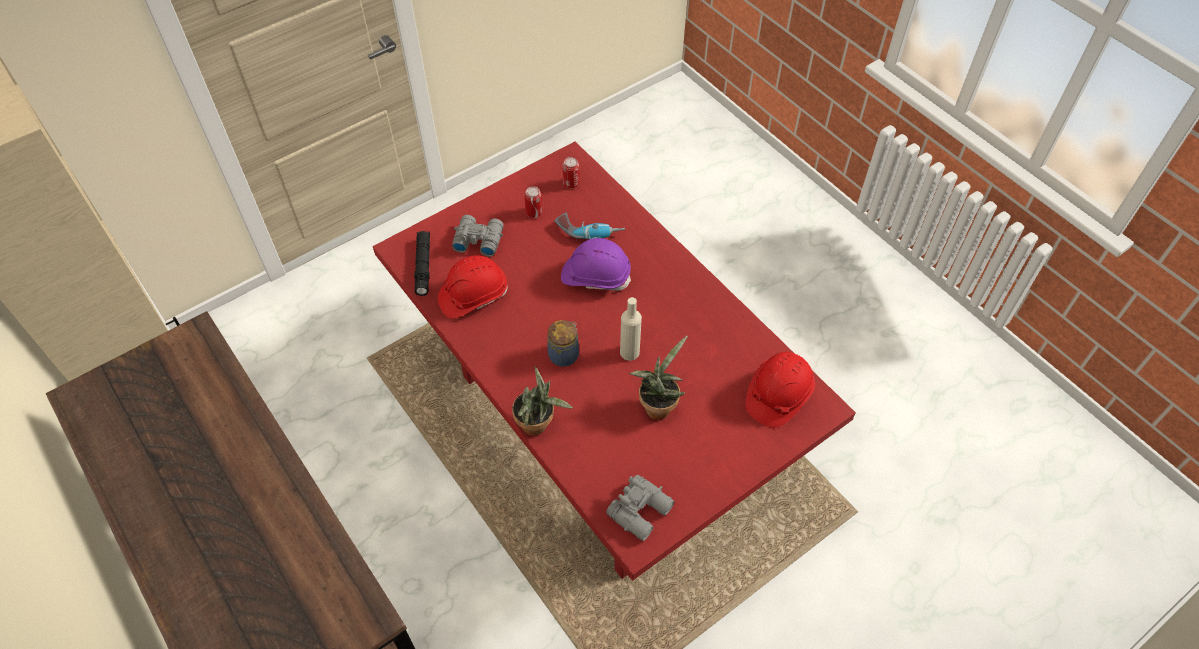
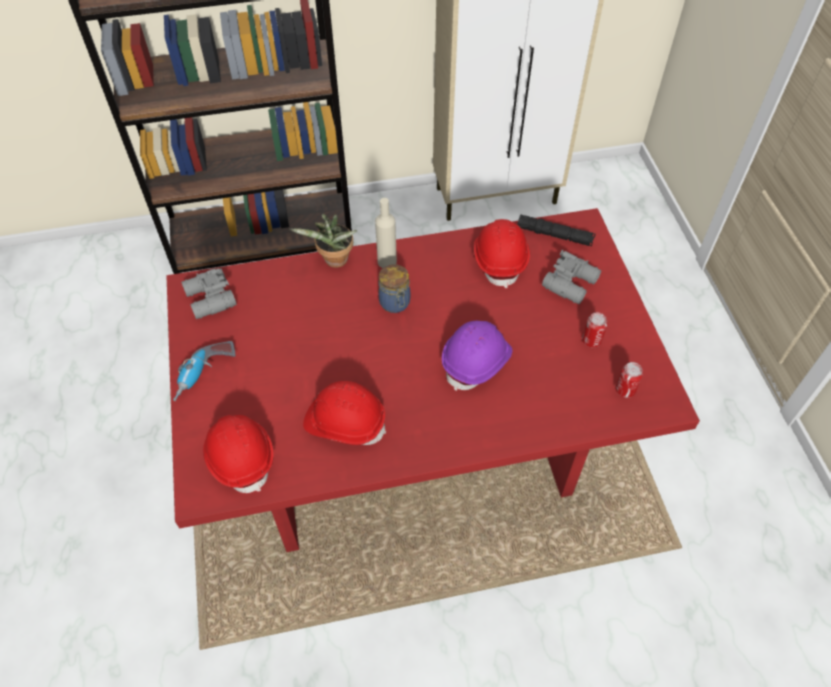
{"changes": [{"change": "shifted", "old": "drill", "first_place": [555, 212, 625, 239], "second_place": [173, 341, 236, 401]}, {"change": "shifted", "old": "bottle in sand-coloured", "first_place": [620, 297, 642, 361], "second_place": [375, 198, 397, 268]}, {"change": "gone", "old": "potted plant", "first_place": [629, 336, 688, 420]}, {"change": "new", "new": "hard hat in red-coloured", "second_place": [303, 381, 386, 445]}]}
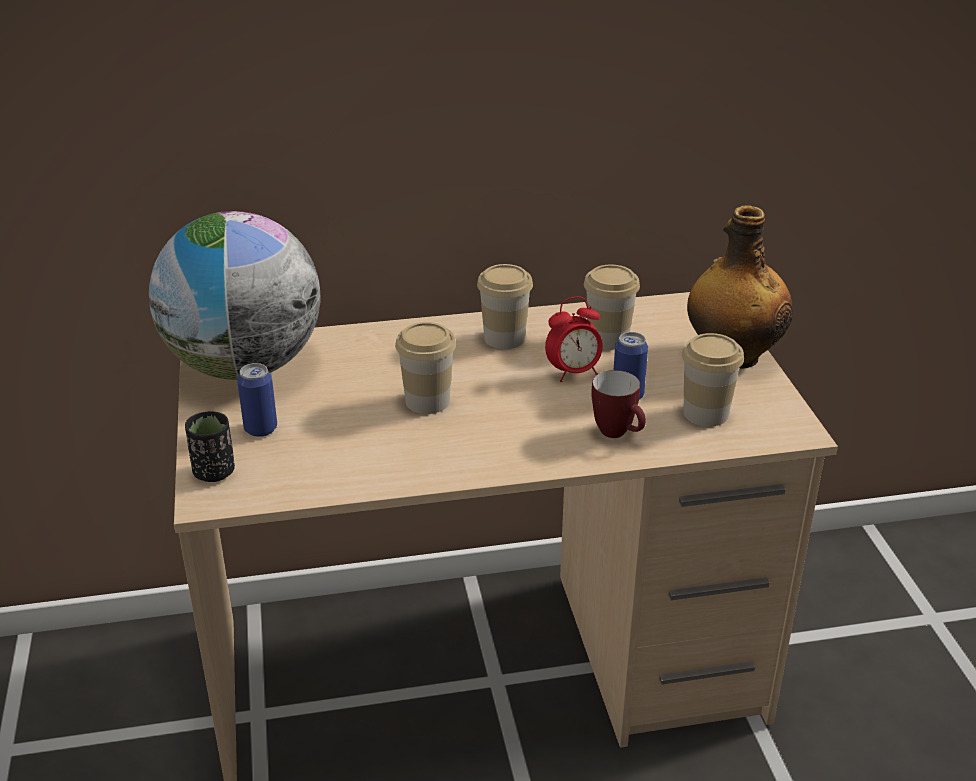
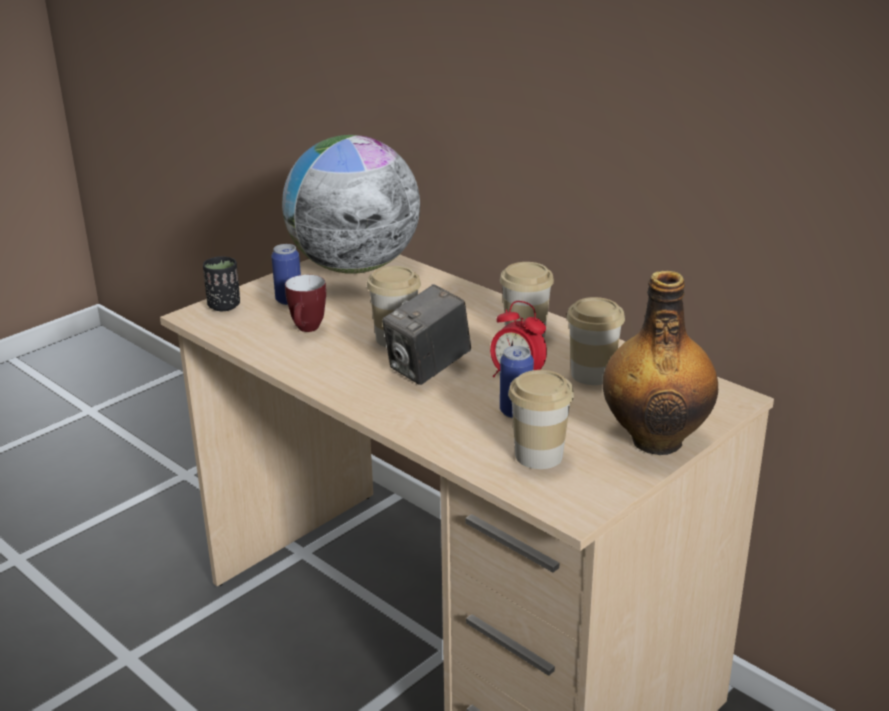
{"changes": [{"change": "shifted", "old": "mug", "first_place": [591, 370, 646, 438], "second_place": [285, 275, 326, 332]}, {"change": "new", "new": "still camera", "second_place": [382, 284, 471, 385]}]}
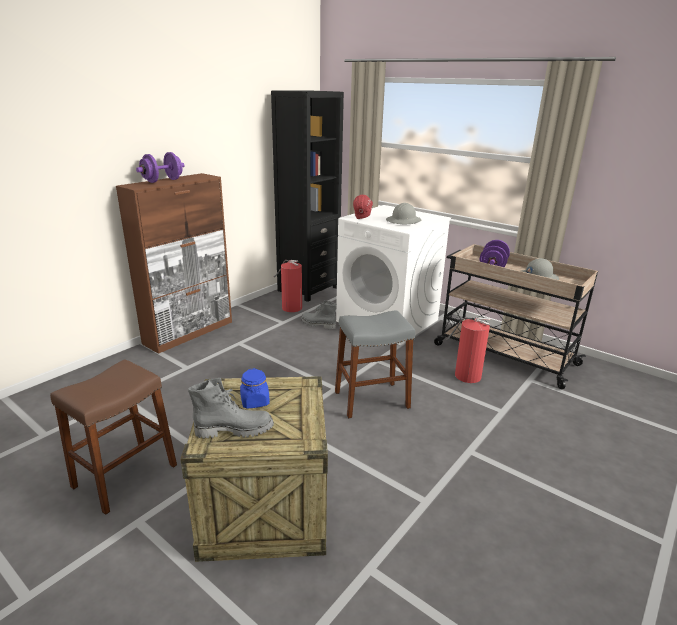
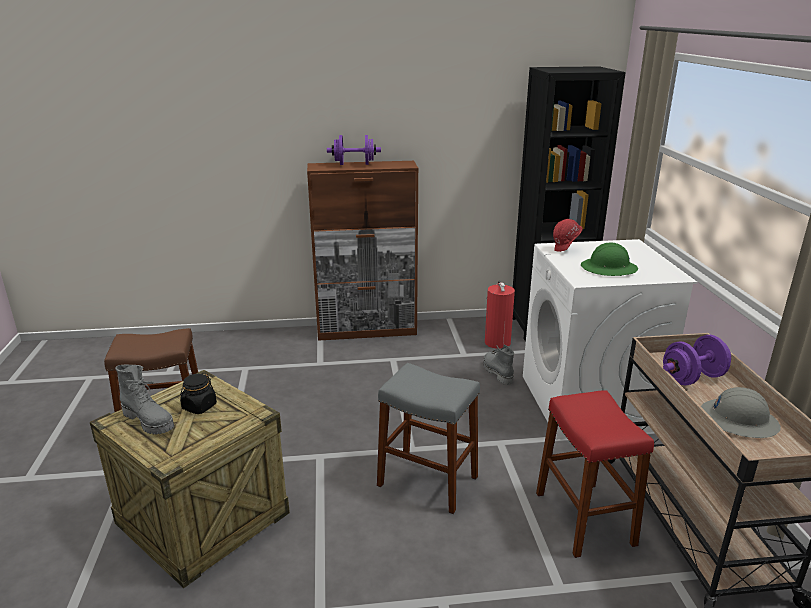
{"changes": [{"change": "repainted", "old": "storage jar in blue", "new": "storage jar in black-coloured", "first_place": [240, 368, 270, 409], "second_place": [180, 373, 217, 414]}, {"change": "repainted", "old": "hard hat in greyish", "new": "hard hat in greenish", "first_place": [386, 203, 421, 224], "second_place": [581, 242, 638, 276]}, {"change": "swapped", "old": "extinguisher", "new": "stool in red-coloured", "first_place": [446, 317, 490, 383], "second_place": [536, 391, 654, 558]}]}
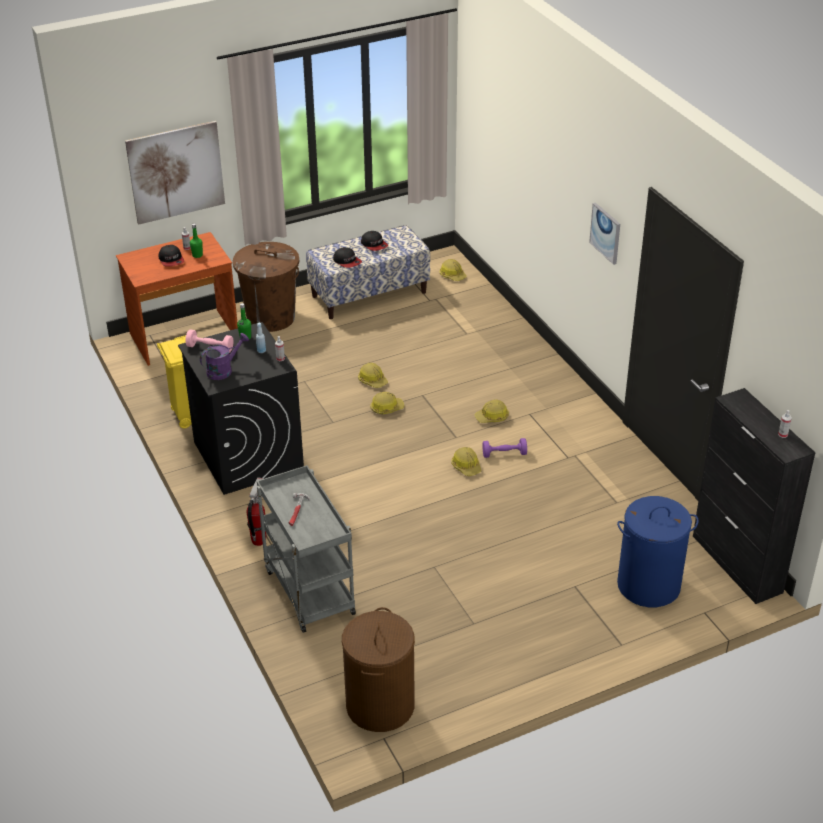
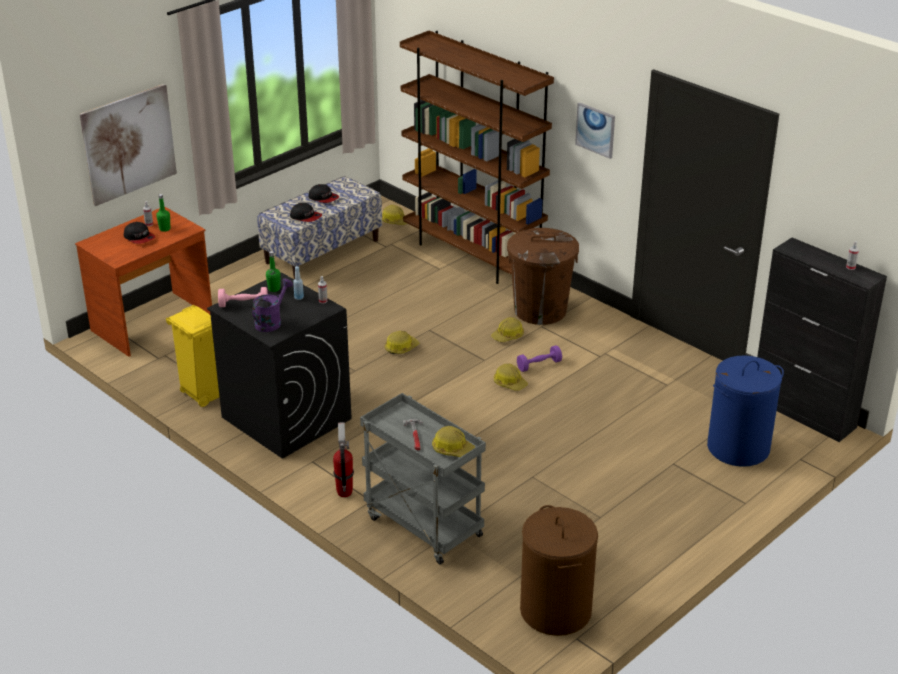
{"changes": [{"change": "shifted", "old": "waste bin in brown-coloured", "first_place": [233, 242, 299, 332], "second_place": [507, 228, 579, 325]}, {"change": "shifted", "old": "hard hat", "first_place": [358, 363, 388, 388], "second_place": [432, 426, 475, 457]}, {"change": "new", "new": "bookcase in brown-coloured", "second_place": [400, 30, 554, 284]}]}
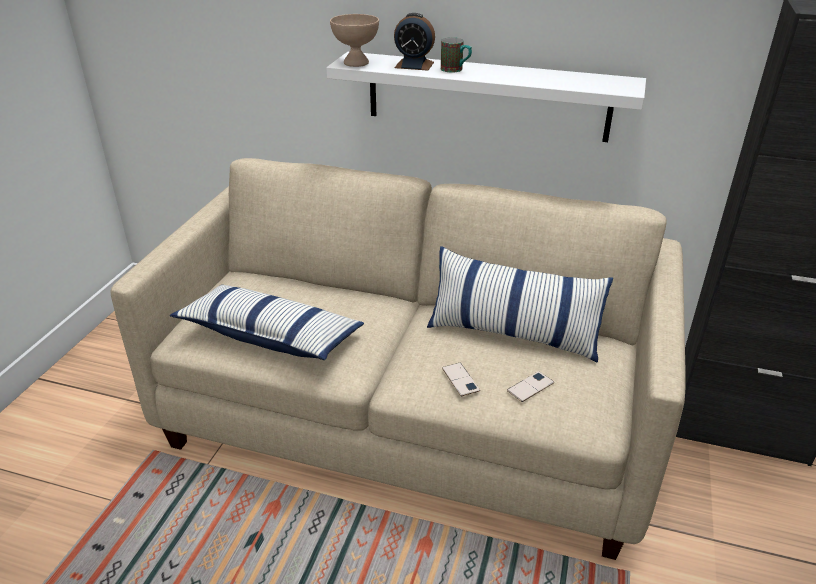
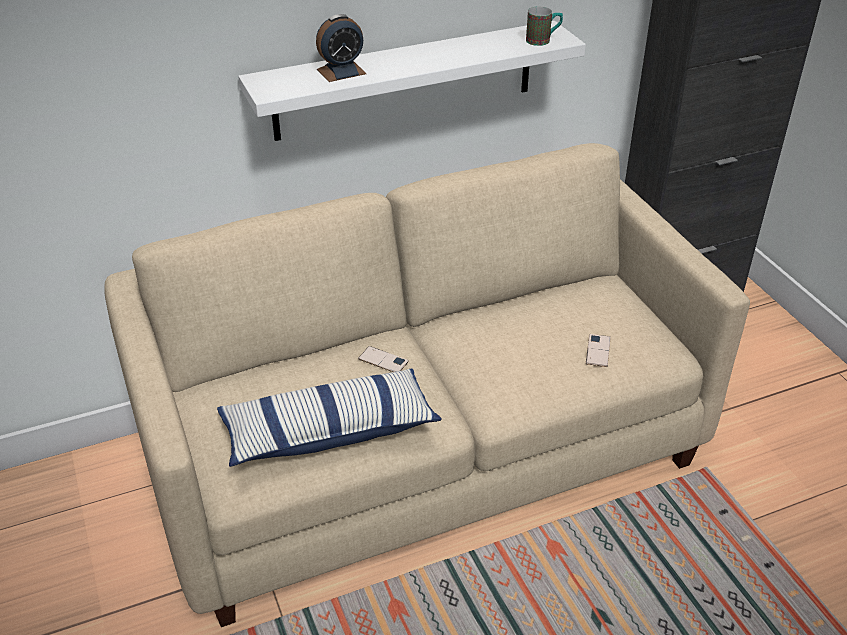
{"changes": [{"change": "gone", "old": "serving bowl in sand-coloured", "first_place": [330, 14, 379, 67]}, {"change": "gone", "old": "throw pillow", "first_place": [427, 246, 613, 362]}, {"change": "shifted", "old": "mug", "first_place": [441, 37, 472, 73], "second_place": [526, 6, 563, 46]}, {"change": "shifted", "old": "telephone", "first_place": [442, 363, 480, 396], "second_place": [358, 346, 409, 372]}]}
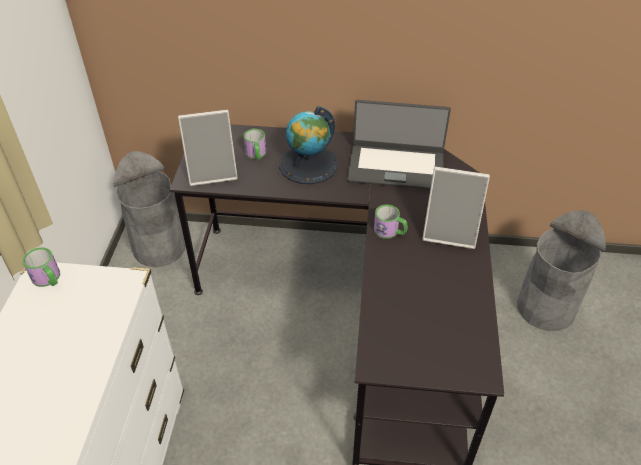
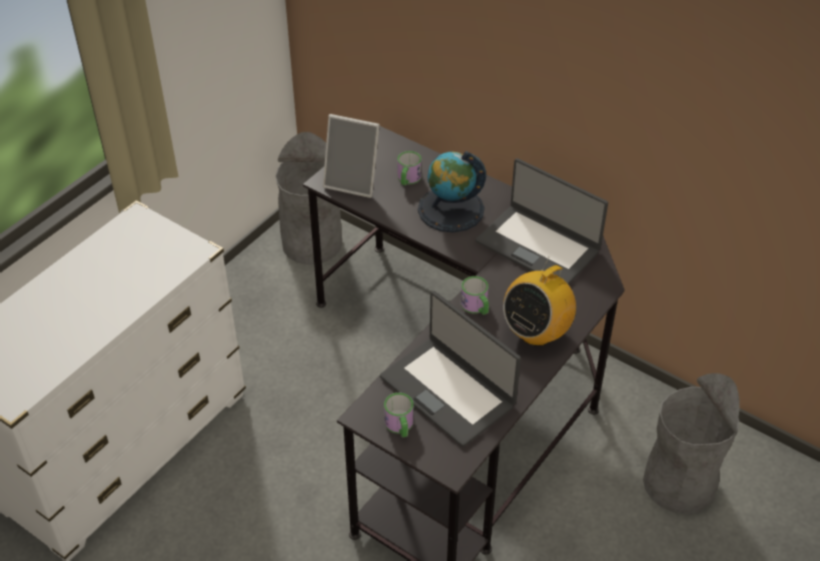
{"changes": [{"change": "shifted", "old": "mug", "first_place": [23, 247, 60, 287], "second_place": [384, 393, 414, 437]}, {"change": "swapped", "old": "standing frame", "new": "radio", "first_place": [422, 167, 490, 249], "second_place": [503, 257, 576, 346]}, {"change": "new", "new": "portable computer", "second_place": [380, 291, 521, 447]}]}
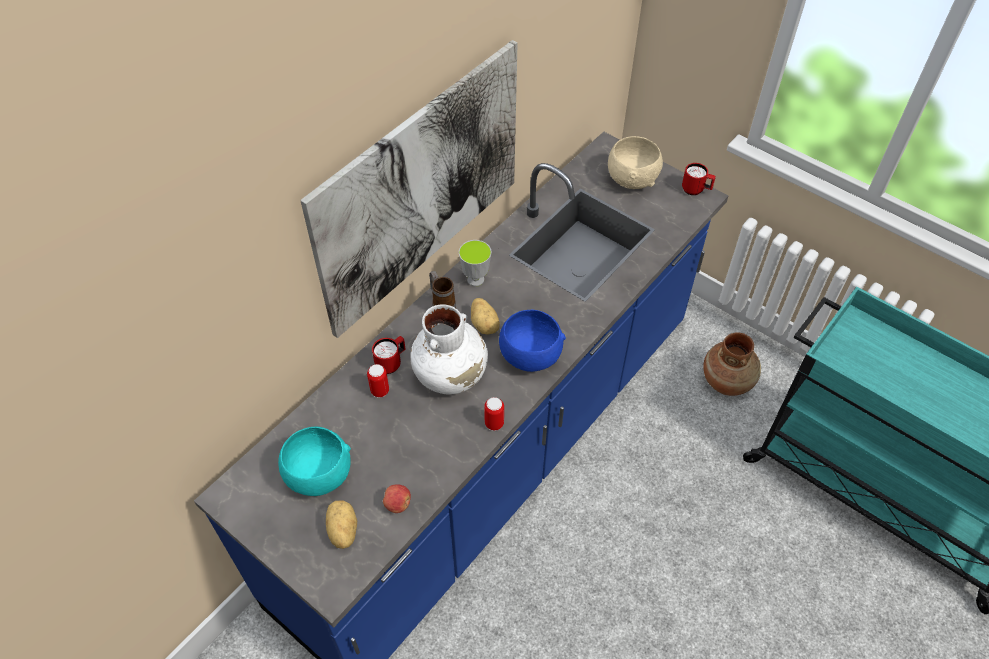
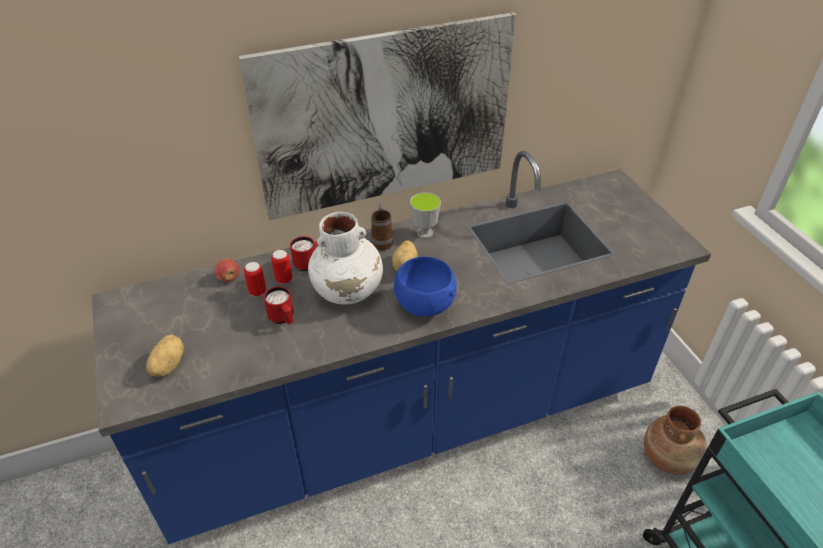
{"changes": [{"change": "gone", "old": "serving bowl in turquoise", "first_place": [278, 426, 351, 496]}, {"change": "shifted", "old": "apple fruit", "first_place": [383, 484, 411, 513], "second_place": [214, 259, 239, 282]}, {"change": "shifted", "old": "sealed can", "first_place": [484, 397, 504, 431], "second_place": [244, 262, 266, 297]}, {"change": "gone", "old": "serving bowl in sand-coloured", "first_place": [608, 136, 663, 189]}, {"change": "shifted", "old": "mug in red-coloured", "first_place": [682, 163, 716, 195], "second_place": [264, 287, 293, 324]}]}
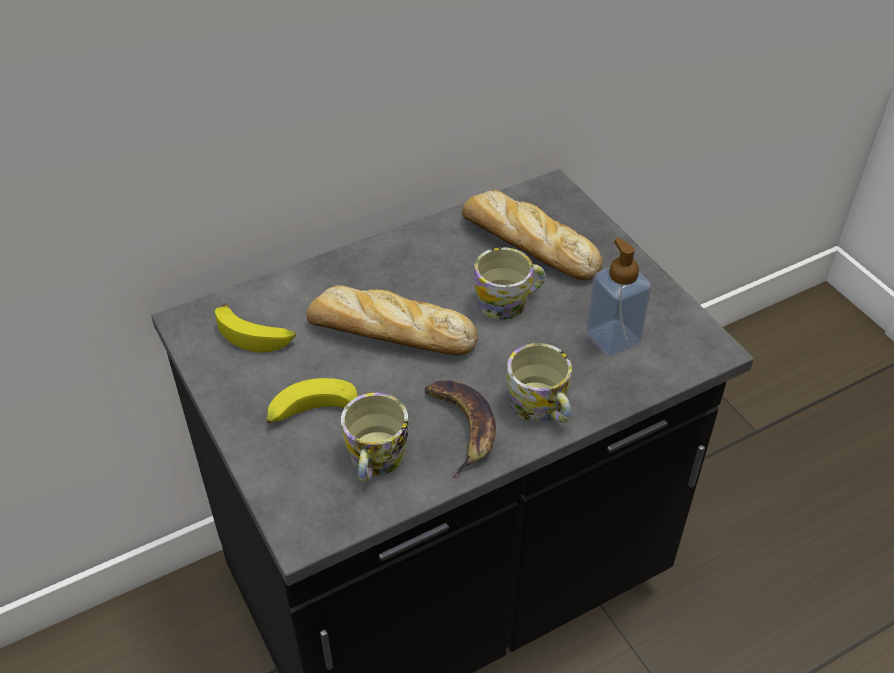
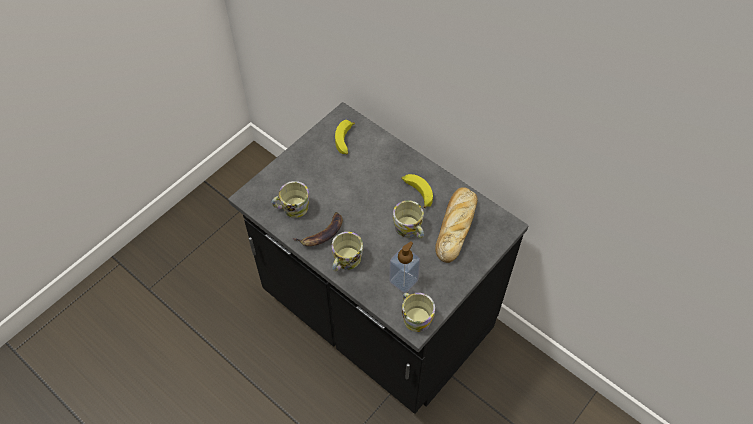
{"changes": [{"change": "shifted", "old": "banana fruit", "first_place": [266, 378, 358, 423], "second_place": [402, 174, 433, 208]}, {"change": "gone", "old": "bread", "first_place": [306, 285, 478, 355]}, {"change": "new", "new": "mug", "second_place": [402, 293, 435, 332]}]}
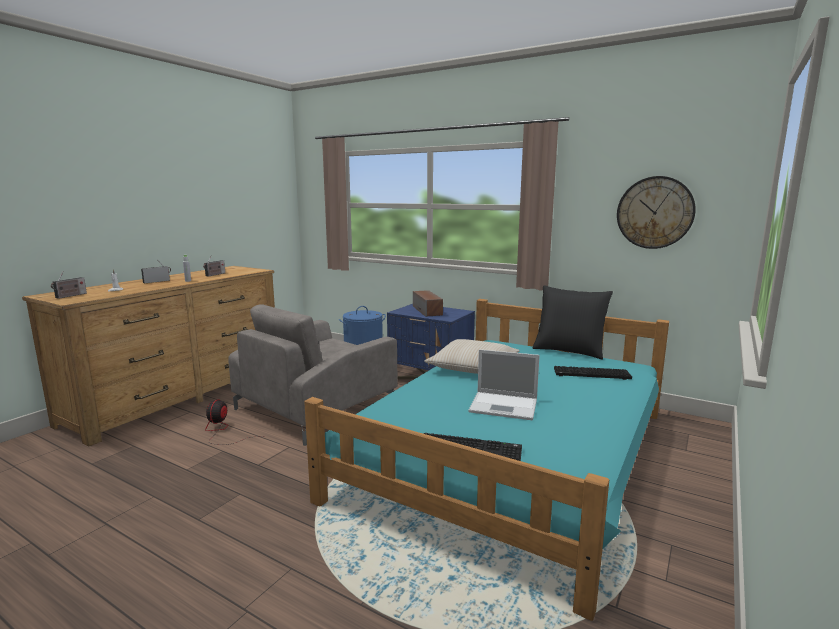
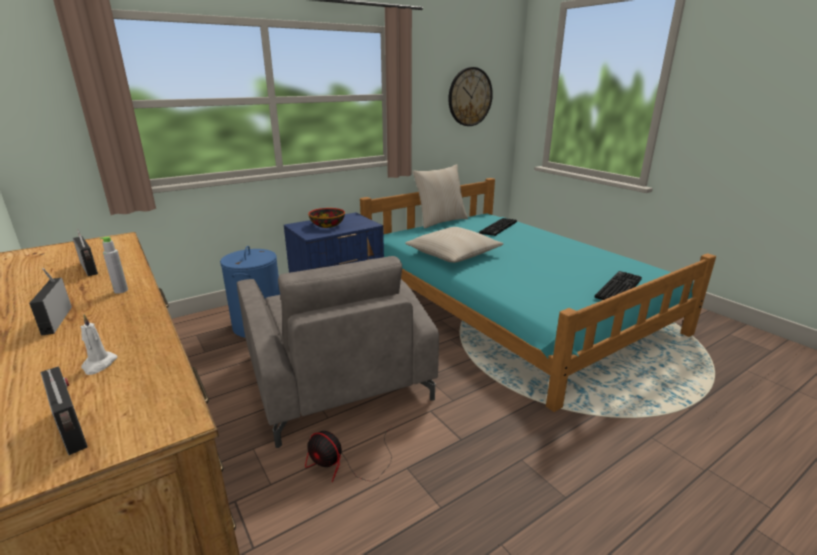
{"changes": [{"change": "swapped", "old": "loudspeaker", "new": "serving bowl", "first_place": [413, 290, 443, 317], "second_place": [308, 208, 345, 228]}, {"change": "gone", "old": "portable computer", "first_place": [469, 349, 540, 421]}, {"change": "repainted", "old": "throw pillow in black-coloured", "new": "throw pillow in sand-coloured", "first_place": [533, 285, 613, 360], "second_place": [412, 164, 468, 228]}]}
